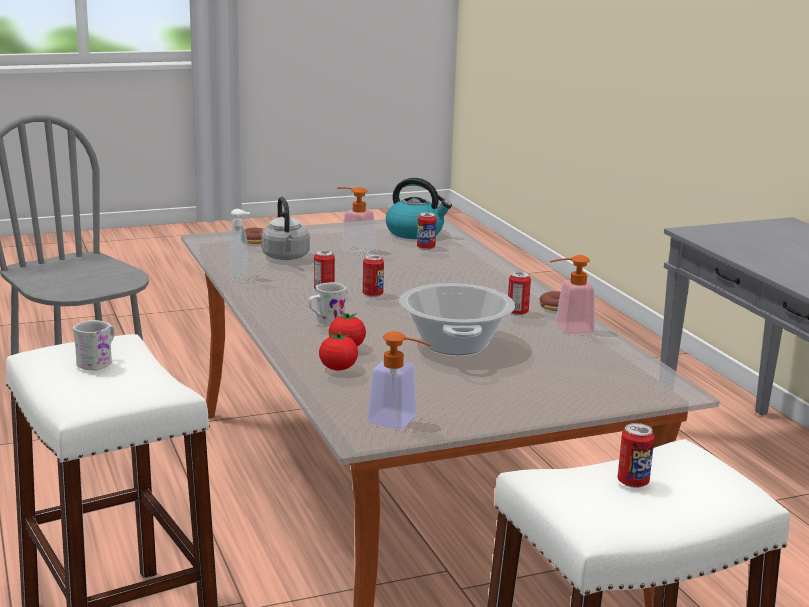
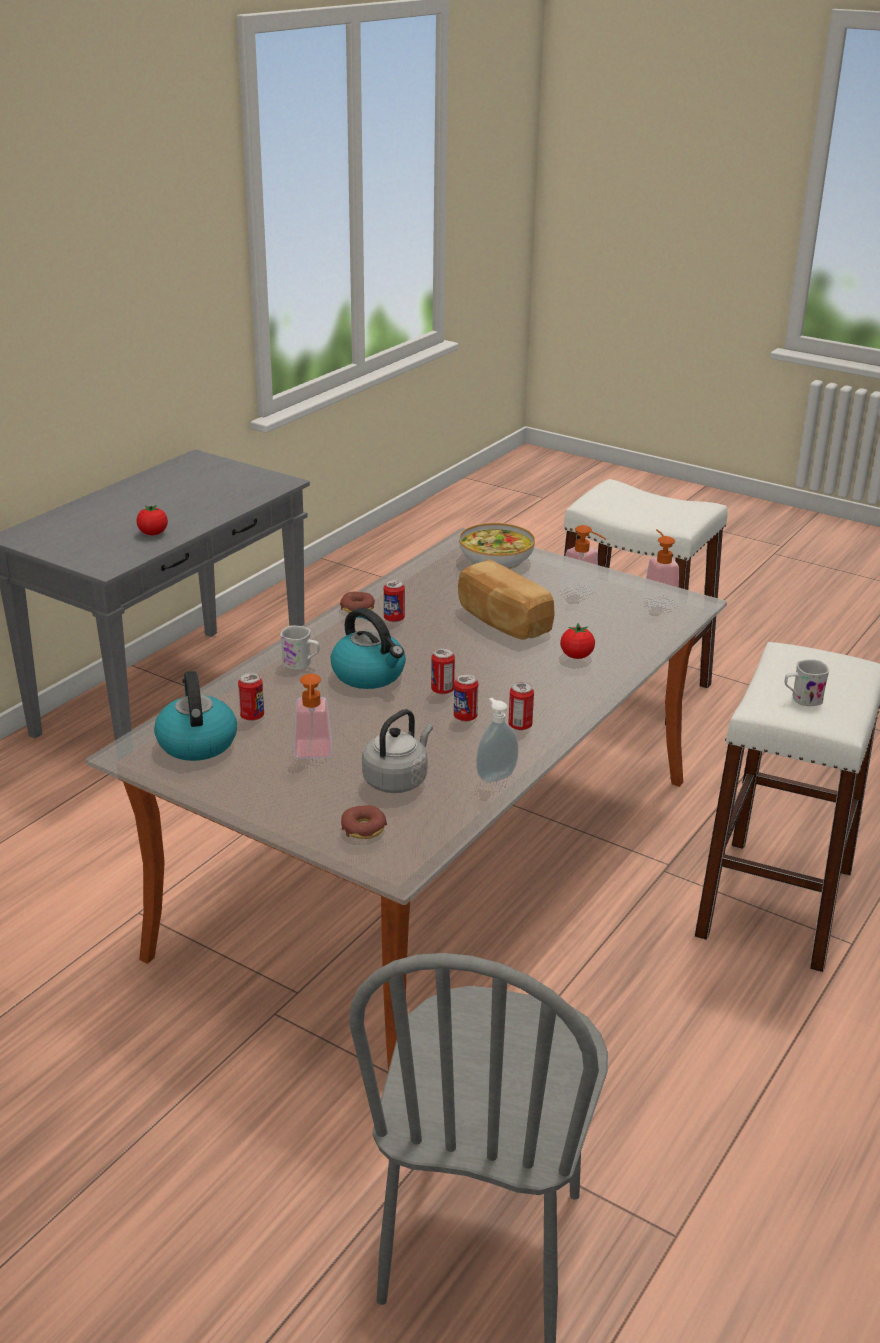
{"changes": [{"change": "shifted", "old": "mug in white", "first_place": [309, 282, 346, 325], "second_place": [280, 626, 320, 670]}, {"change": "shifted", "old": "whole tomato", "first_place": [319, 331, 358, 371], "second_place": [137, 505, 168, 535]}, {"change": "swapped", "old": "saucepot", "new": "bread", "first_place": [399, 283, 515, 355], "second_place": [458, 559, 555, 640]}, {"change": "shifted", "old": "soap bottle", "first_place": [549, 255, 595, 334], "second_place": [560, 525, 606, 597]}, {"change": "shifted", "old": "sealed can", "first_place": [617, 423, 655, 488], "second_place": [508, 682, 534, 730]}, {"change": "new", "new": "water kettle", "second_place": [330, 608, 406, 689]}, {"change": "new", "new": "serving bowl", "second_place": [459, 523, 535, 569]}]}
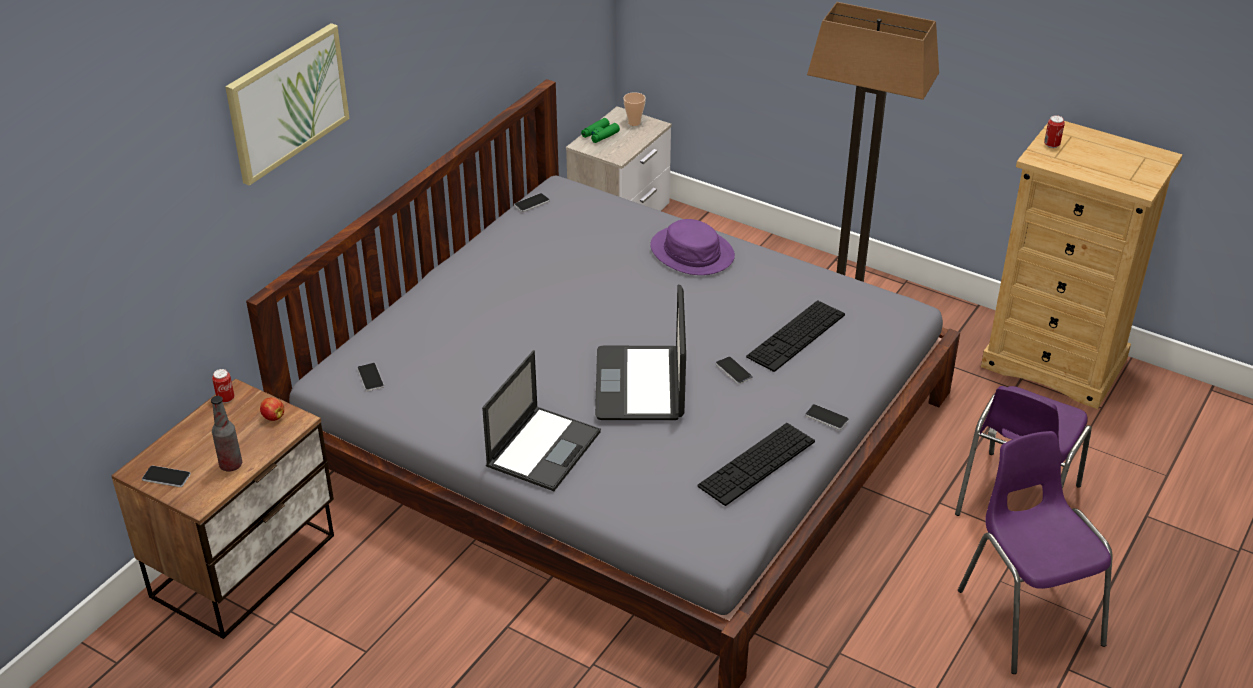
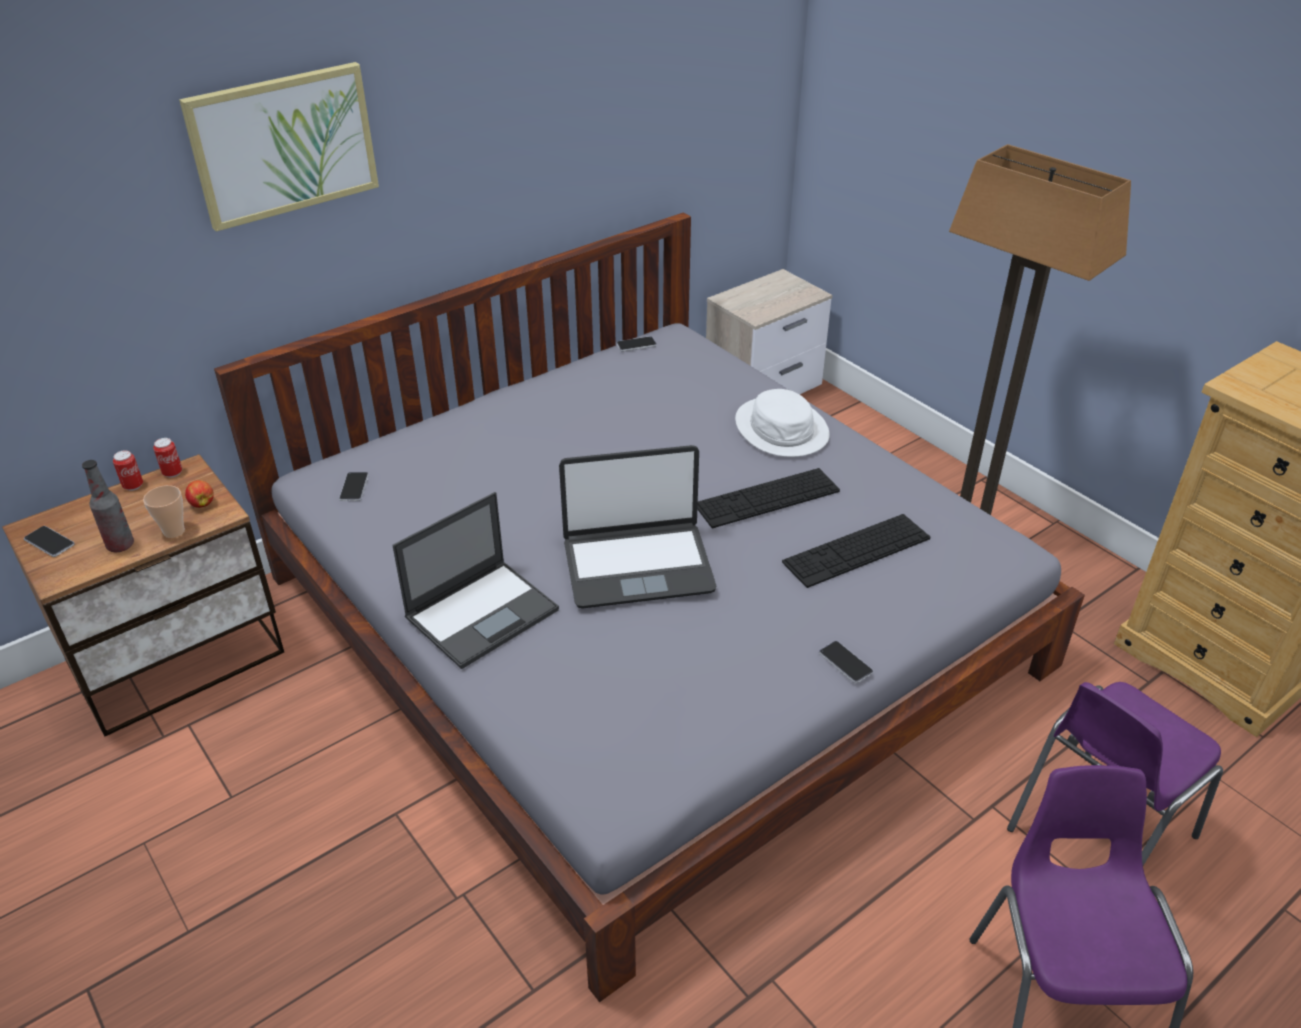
{"changes": [{"change": "gone", "old": "field glasses in greenish", "first_place": [581, 118, 620, 143]}, {"change": "rotated", "old": "portable computer", "first_place": [595, 285, 686, 420], "second_place": [559, 445, 716, 609], "degrees": -120}, {"change": "shifted", "old": "cup", "first_place": [623, 92, 646, 126], "second_place": [143, 485, 185, 538]}, {"change": "repainted", "old": "clothing hat in purplish", "new": "clothing hat in white", "first_place": [650, 219, 735, 275], "second_place": [735, 389, 830, 457]}, {"change": "shifted", "old": "PC keyboard", "first_place": [697, 423, 815, 506], "second_place": [697, 468, 840, 528]}, {"change": "gone", "old": "telephone", "first_place": [716, 356, 753, 384]}, {"change": "shifted", "old": "sealed can", "first_place": [1044, 115, 1065, 148], "second_place": [113, 450, 143, 491]}]}
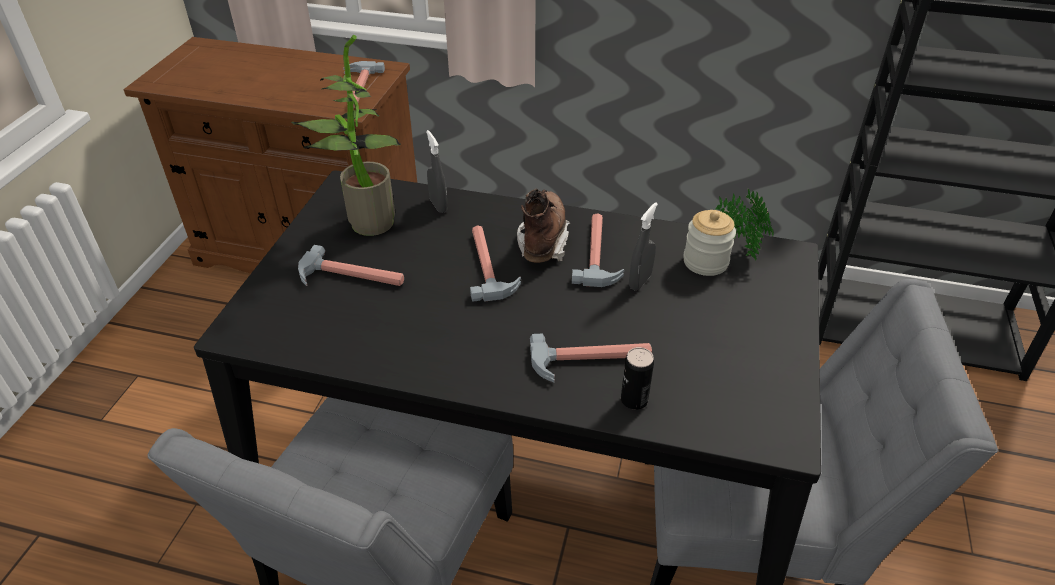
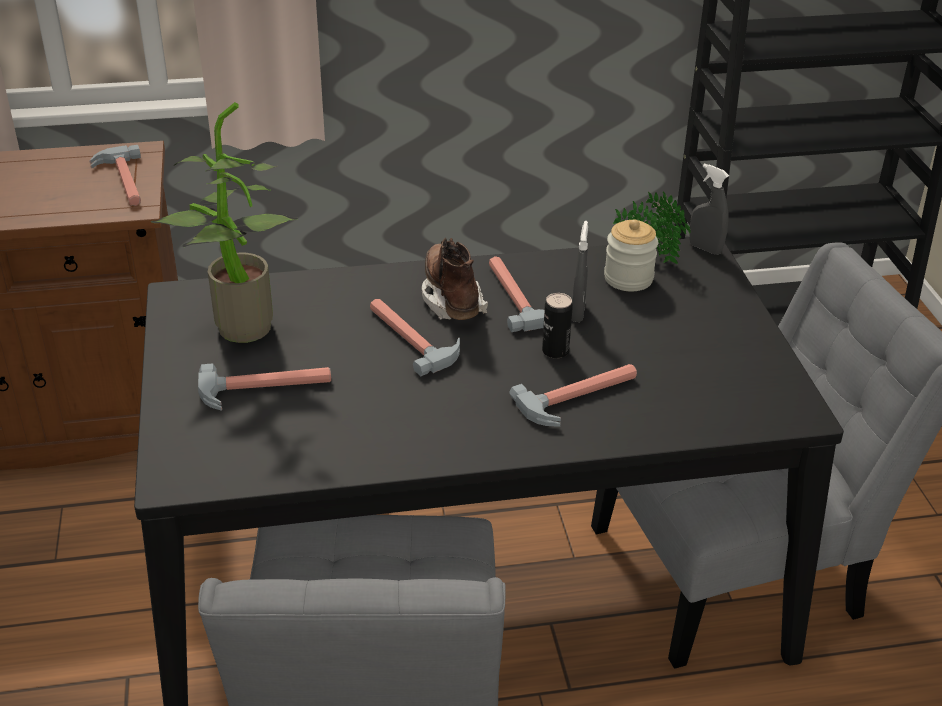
{"changes": [{"change": "shifted", "old": "sprayer in greyish", "first_place": [426, 130, 448, 213], "second_place": [689, 163, 729, 255]}, {"change": "shifted", "old": "sealed can", "first_place": [621, 347, 654, 410], "second_place": [542, 293, 573, 359]}]}
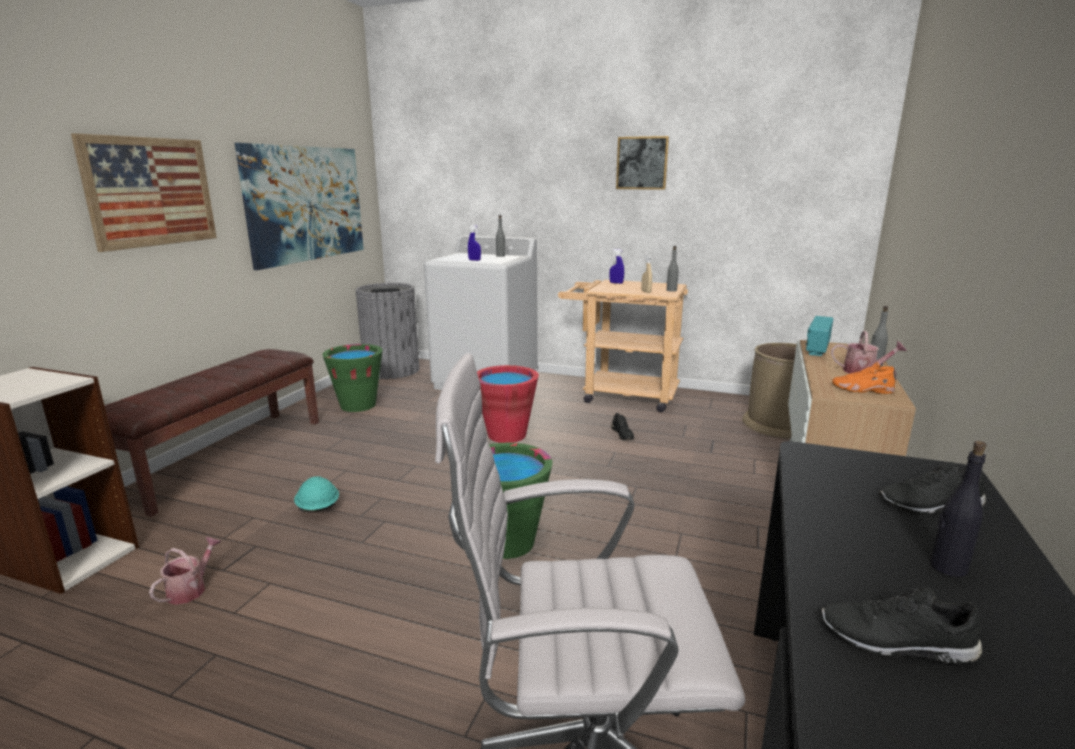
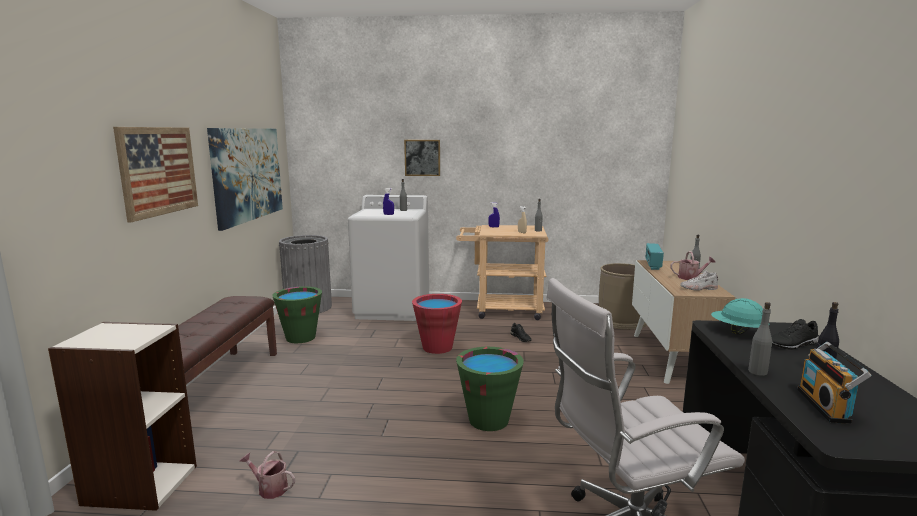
{"changes": [{"change": "rotated", "old": "watering pot", "first_place": [149, 537, 222, 605], "second_place": [239, 451, 295, 499], "degrees": -75}, {"change": "shifted", "old": "hard hat in turquoise", "first_place": [294, 476, 339, 512], "second_place": [711, 298, 770, 335]}, {"change": "shifted", "old": "wall picture", "first_place": [616, 136, 669, 190], "second_place": [404, 140, 440, 176]}, {"change": "swapped", "old": "item of footwear in black-coloured", "new": "radio", "first_place": [821, 587, 982, 664], "second_place": [797, 342, 871, 424]}, {"change": "repainted", "old": "item of footwear in orangey", "new": "item of footwear in white", "first_place": [832, 362, 897, 394], "second_place": [680, 270, 718, 291]}, {"change": "new", "new": "bottle in greyish", "second_place": [748, 302, 772, 376]}]}
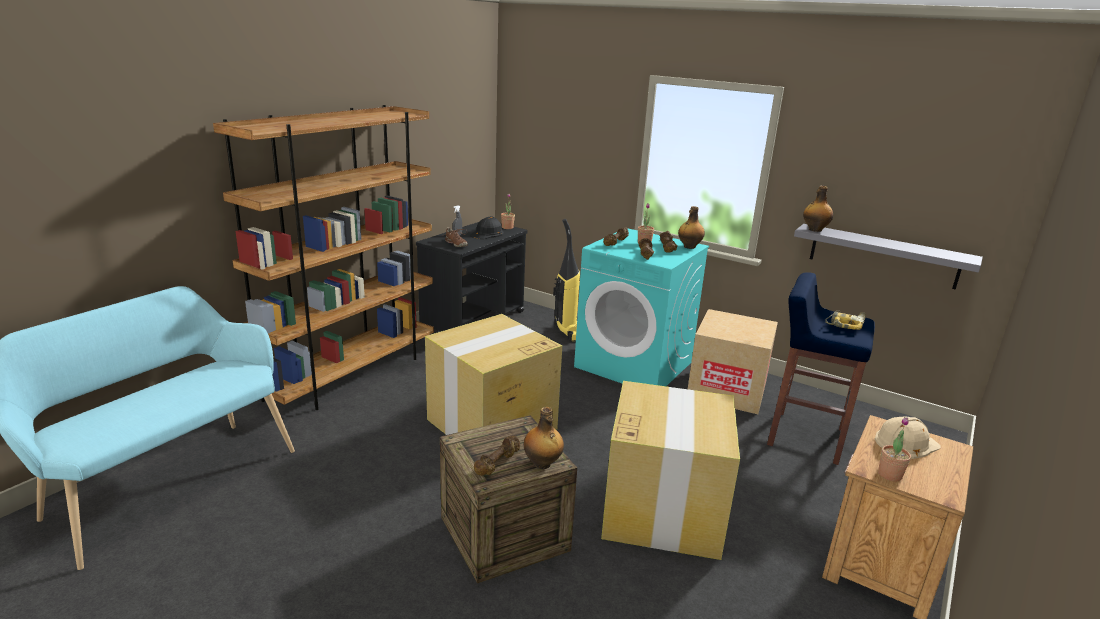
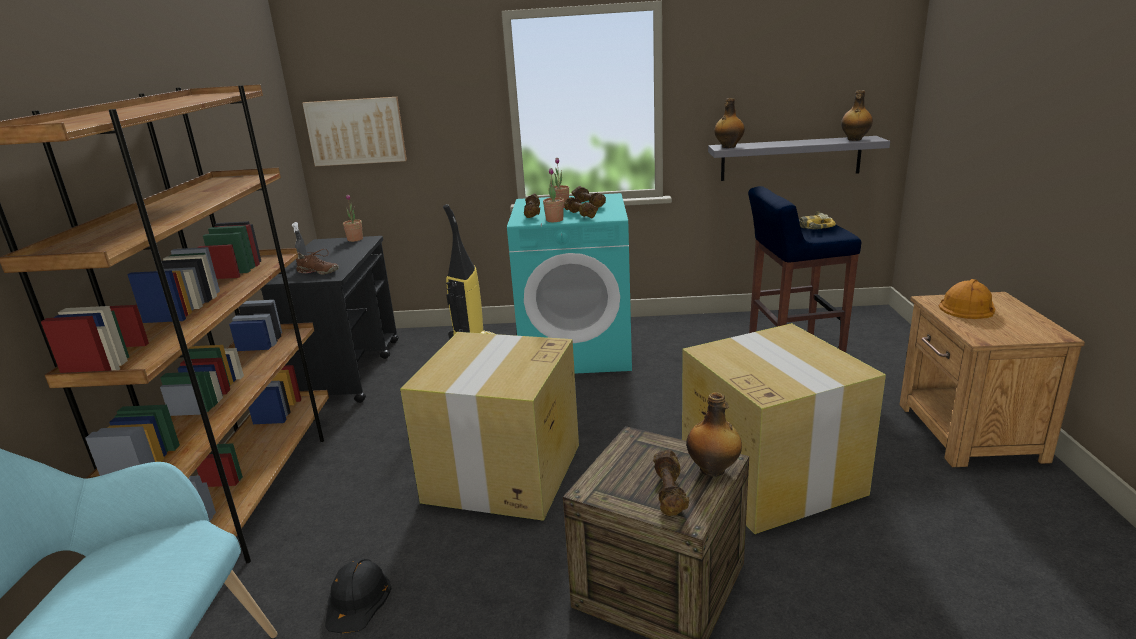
{"changes": [{"change": "shifted", "old": "hard hat in black-coloured", "first_place": [470, 216, 504, 239], "second_place": [325, 559, 392, 633]}, {"change": "shifted", "old": "bottle", "first_place": [678, 206, 705, 249], "second_place": [841, 90, 873, 141]}, {"change": "gone", "old": "carton", "first_place": [688, 309, 778, 414]}, {"change": "repainted", "old": "hard hat in sand-coloured", "new": "hard hat in orangey", "first_place": [875, 417, 941, 459], "second_place": [938, 279, 995, 319]}, {"change": "shifted", "old": "potted plant", "first_place": [878, 417, 911, 482], "second_place": [543, 168, 564, 222]}, {"change": "new", "new": "wall picture", "second_place": [302, 97, 407, 166]}]}
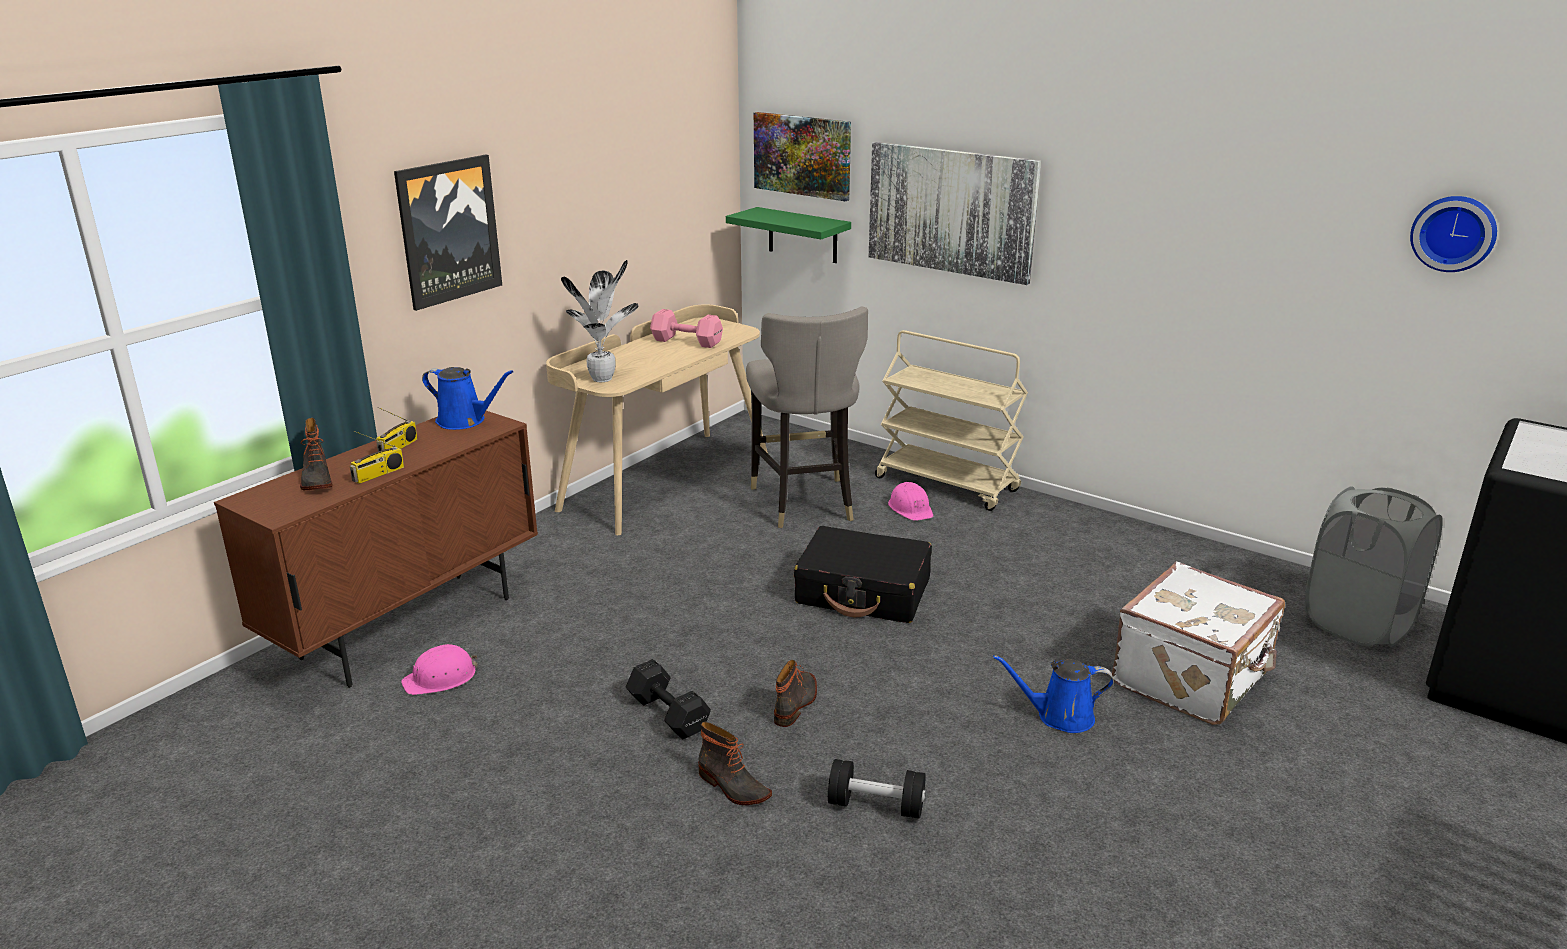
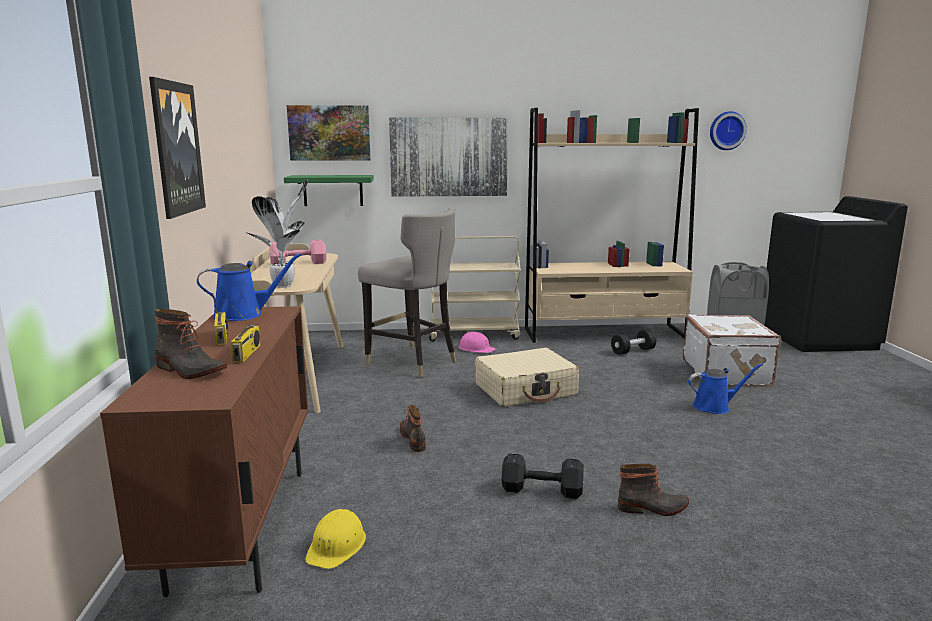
{"changes": [{"change": "repainted", "old": "hard hat in pink-coloured", "new": "hard hat in yellowish", "first_place": [401, 644, 478, 695], "second_place": [305, 509, 366, 569]}, {"change": "shifted", "old": "boot", "first_place": [774, 660, 817, 727], "second_place": [400, 405, 426, 452]}, {"change": "repainted", "old": "suitcase in black-coloured", "new": "suitcase in sand-coloured", "first_place": [794, 526, 932, 623], "second_place": [475, 348, 579, 407]}, {"change": "shifted", "old": "free weight in black-coloured", "first_place": [828, 759, 926, 819], "second_place": [611, 330, 657, 355]}, {"change": "rotated", "old": "watering pot in blue", "first_place": [993, 655, 1114, 733], "second_place": [688, 363, 763, 414], "degrees": -150}, {"change": "new", "new": "bookcase in sand-coloured", "second_place": [525, 108, 699, 343]}]}
